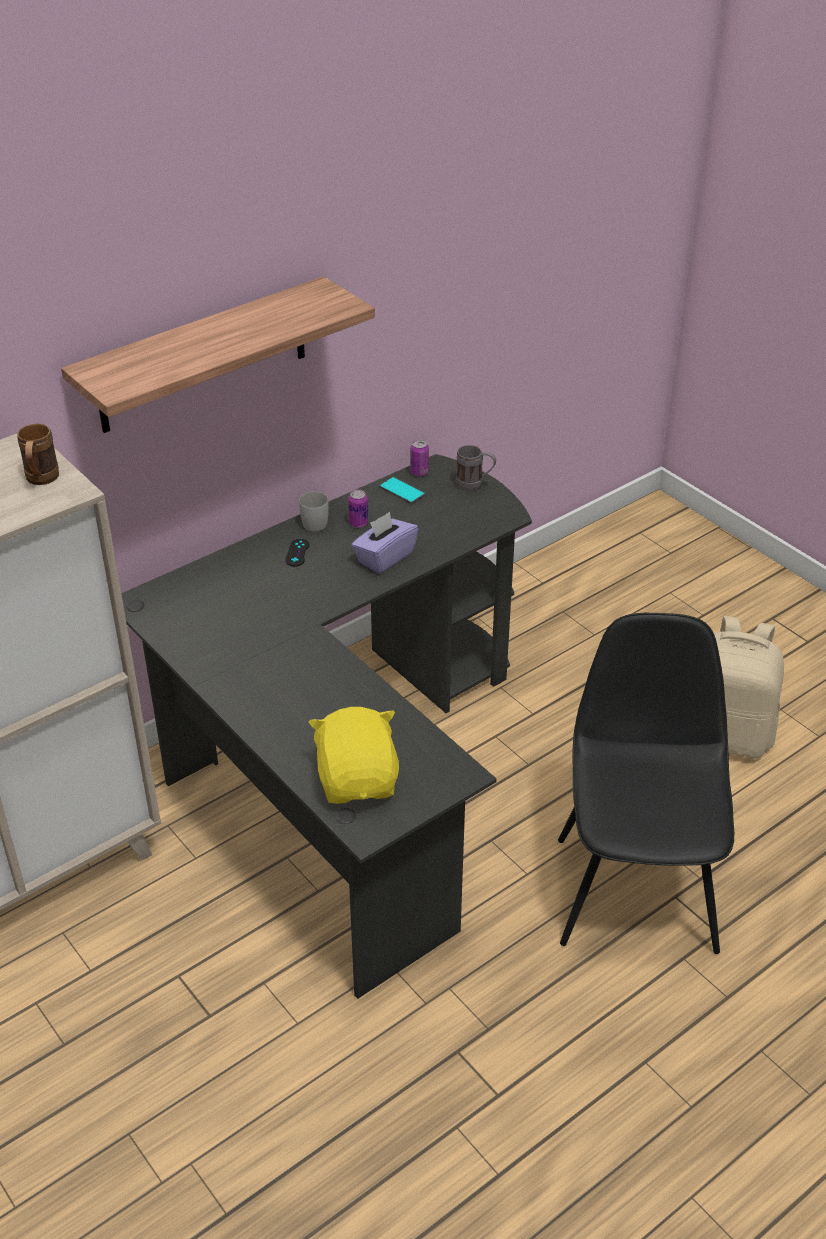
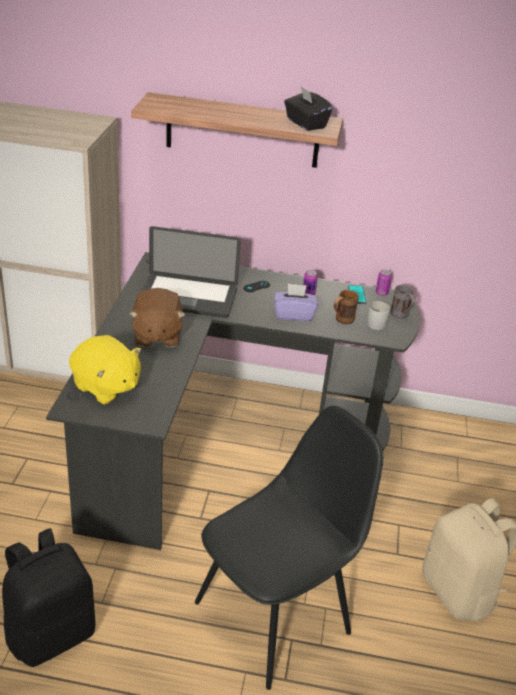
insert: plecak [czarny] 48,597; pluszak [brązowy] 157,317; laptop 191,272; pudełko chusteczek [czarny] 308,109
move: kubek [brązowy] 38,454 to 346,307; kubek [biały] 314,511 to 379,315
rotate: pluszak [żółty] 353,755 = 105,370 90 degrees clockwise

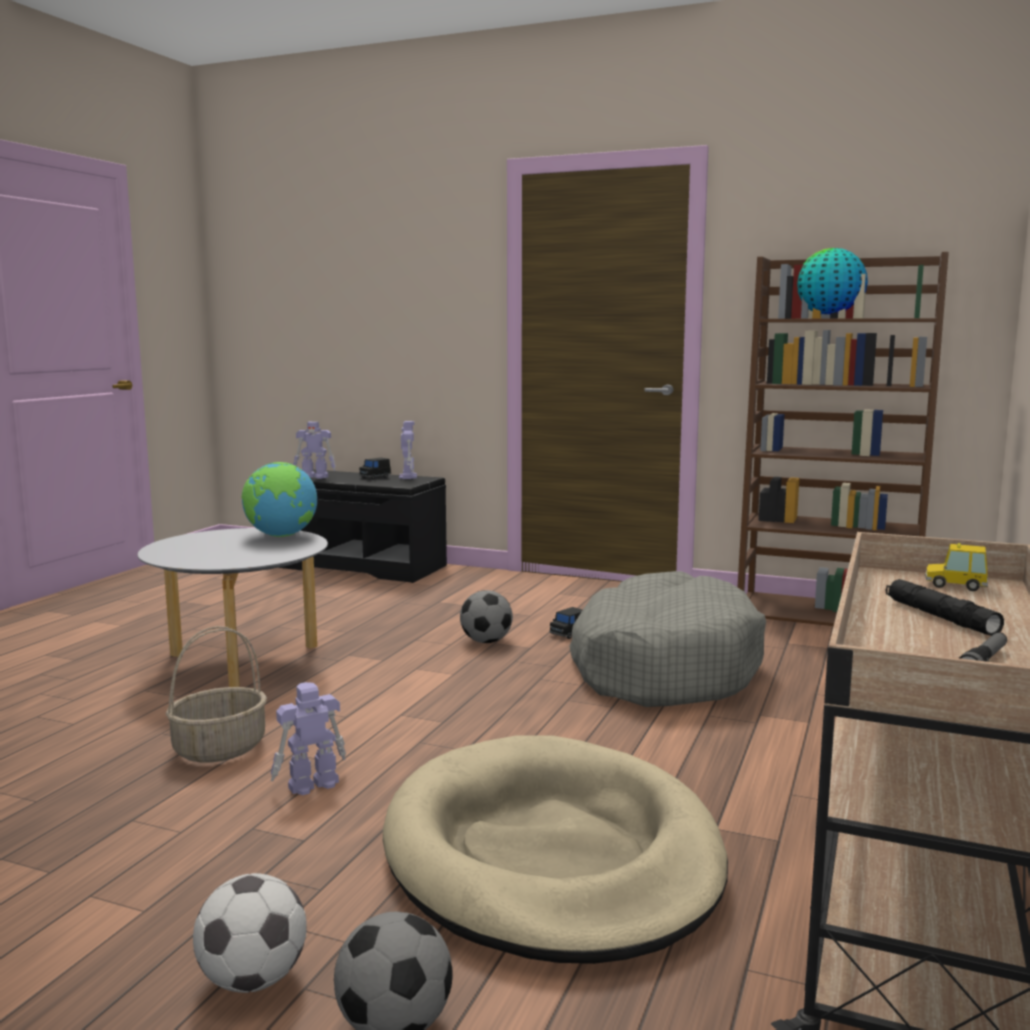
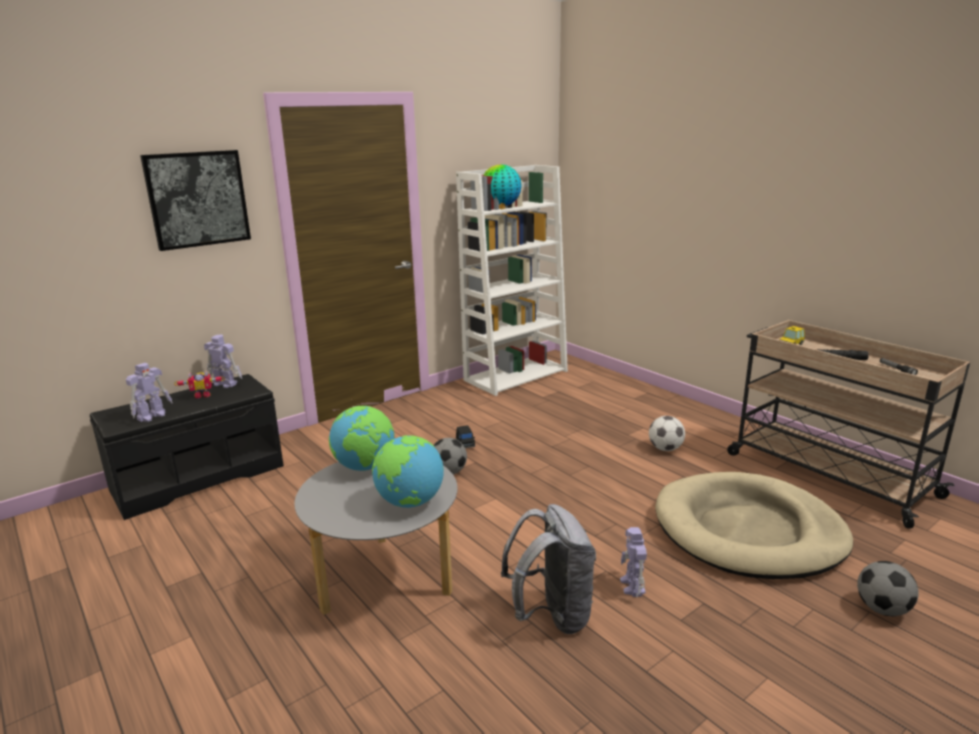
delete: legowisko [szary] 668,639
insert: obraz 195,200; globus 408,471
move: piłka futbolowa 250,933 to 667,433
replace: koszyk 216,694 to plecak [szary] 548,569; samochodzik [czarny] 375,469 to robot zabawkowy 199,384
recolor: regał [brązowy] 843,439 to regał [biały] 512,280

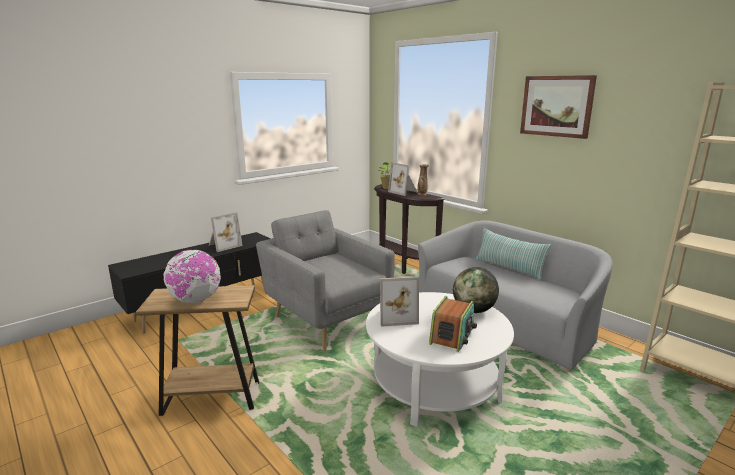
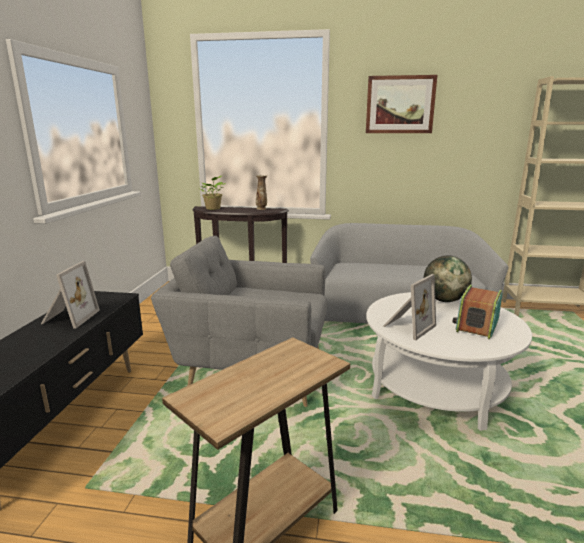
delete: globus 192,276; ramka na zdjęcie 402,179; poduszka 513,254
rotate: radio 453,324 = 477,312 135 degrees counterclockwise

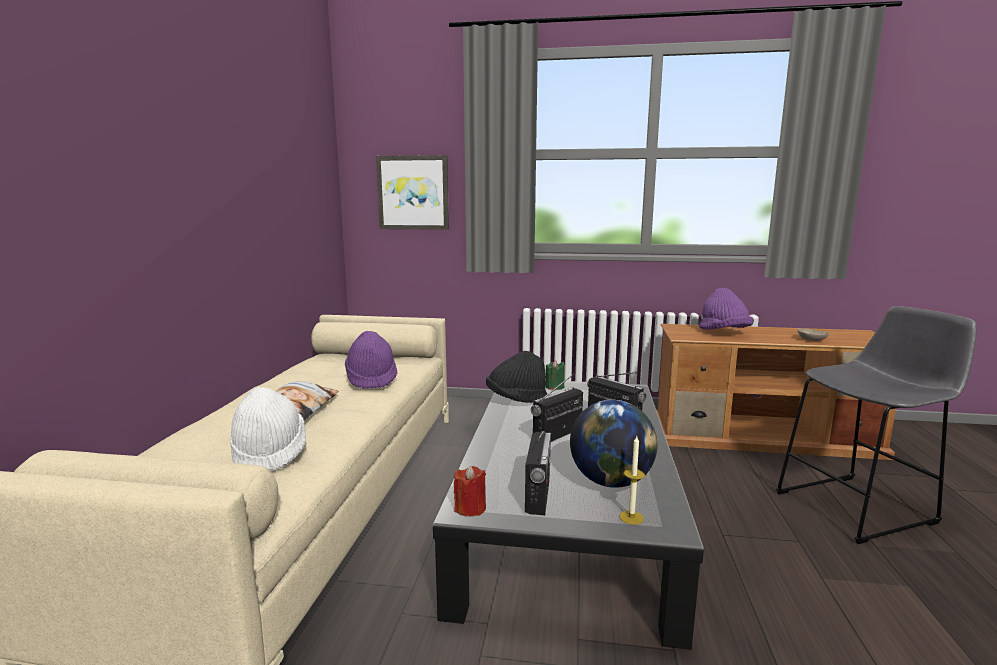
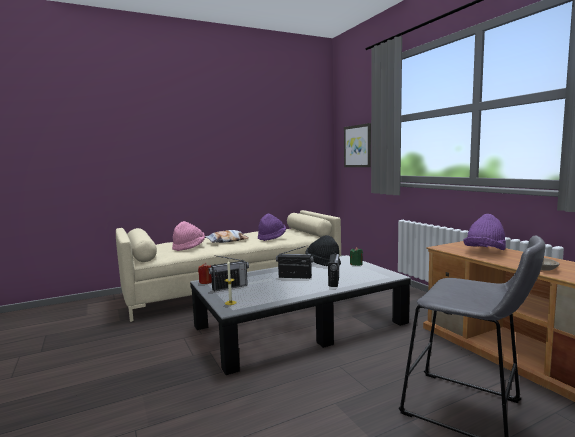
delete: globus 614,444
recolor: kapelusz [biały] 268,429 to kapelusz [różowy] 188,236

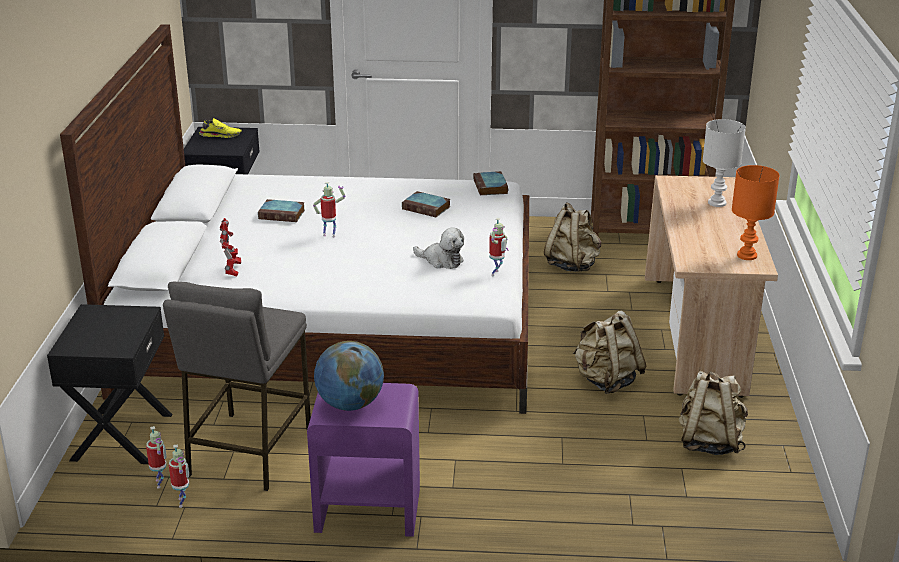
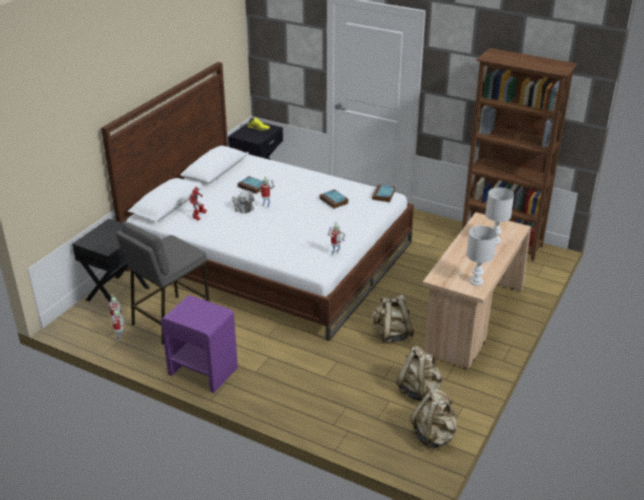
delete: globus 349,376
move: pluszak 438,248 to 243,201; plecak [beżowy] 572,237 to 433,419
recolor: lampa stołowa [pomarańczowy] 756,212 to lampa stołowa [biały] 481,255

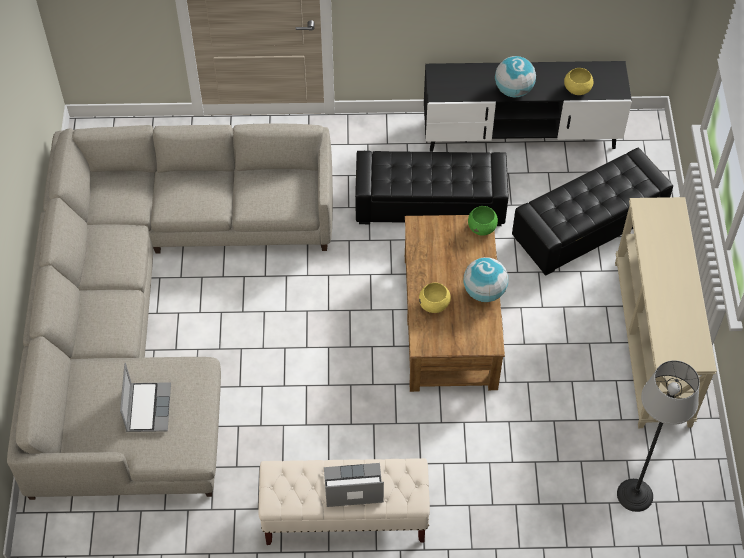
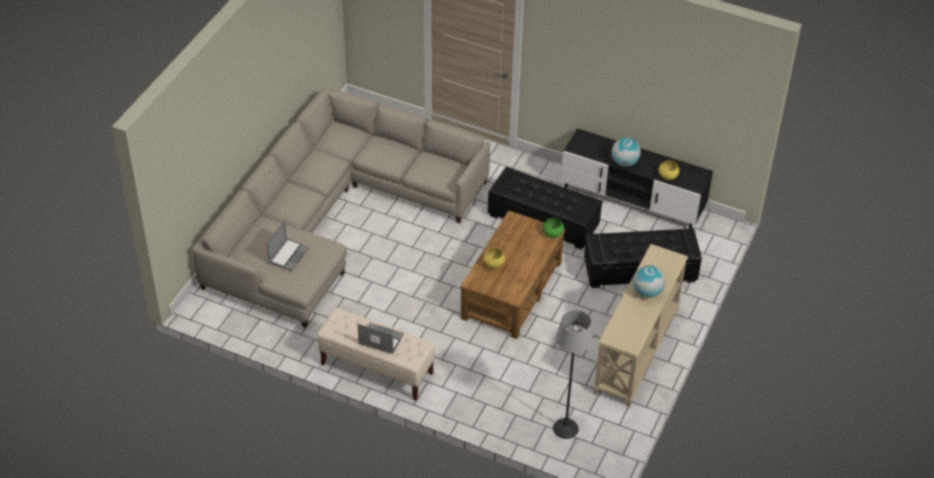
move: globus 485,279 to 649,281

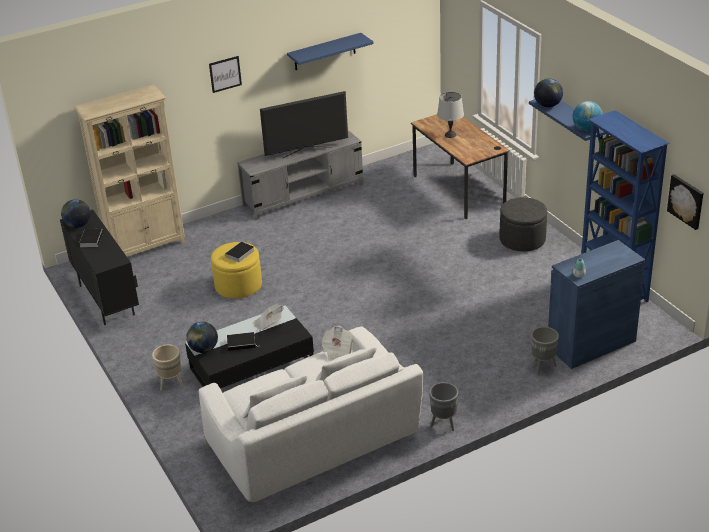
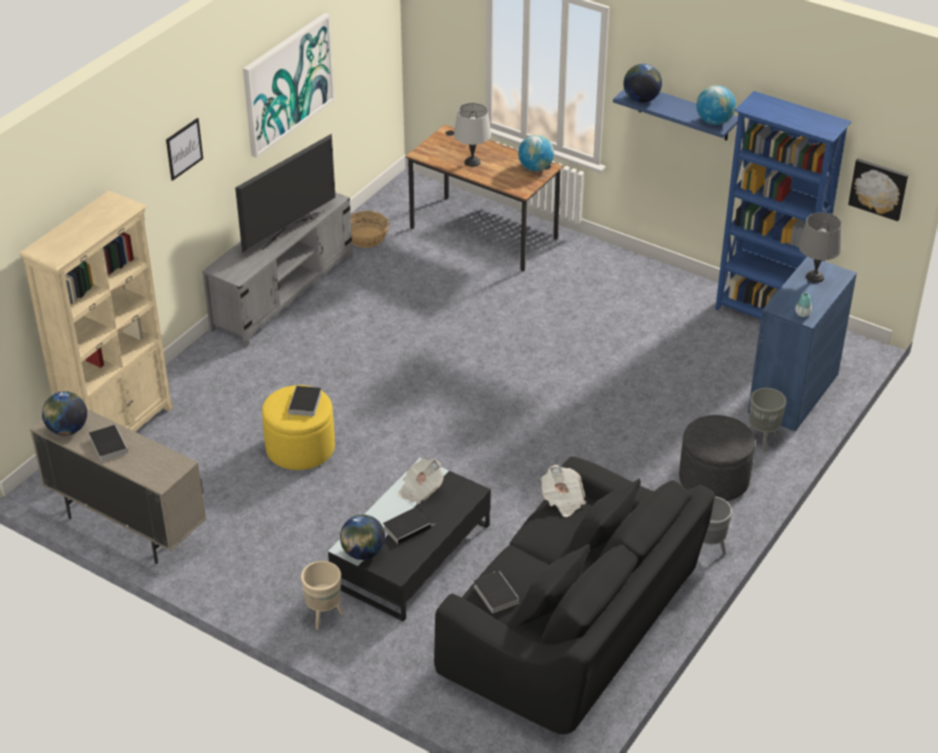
insert: koszyk 370,229; książka 496,592; globus 536,153; lampa stołowa [szary] 820,247
move: pufa [szary] 523,224 to 717,458
replace: półka [niebieski] 330,51 to obraz 289,85
recolor: szafka [czarny] 99,267 to szafka [beżowy] 118,486; kanapa [biały] 311,414 to kanapa [czarny] 574,595

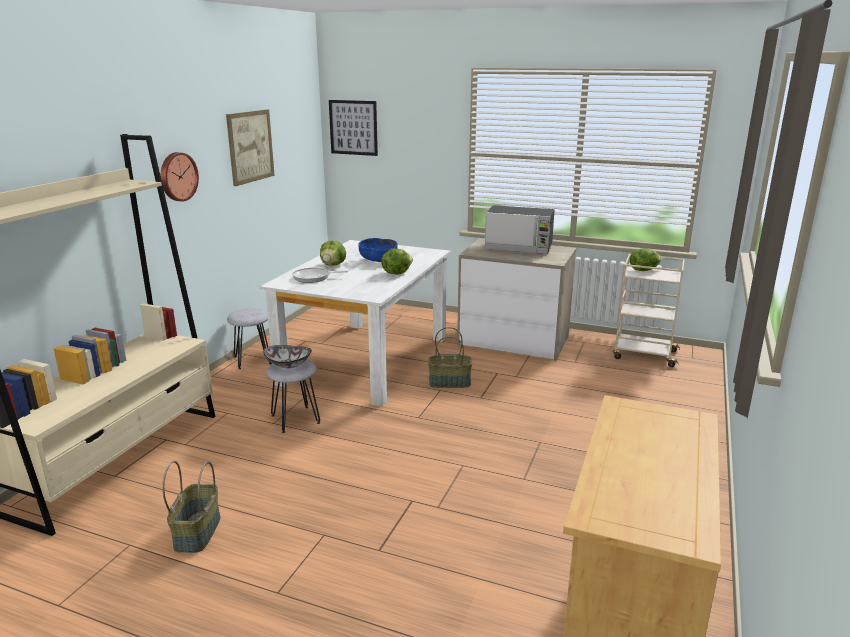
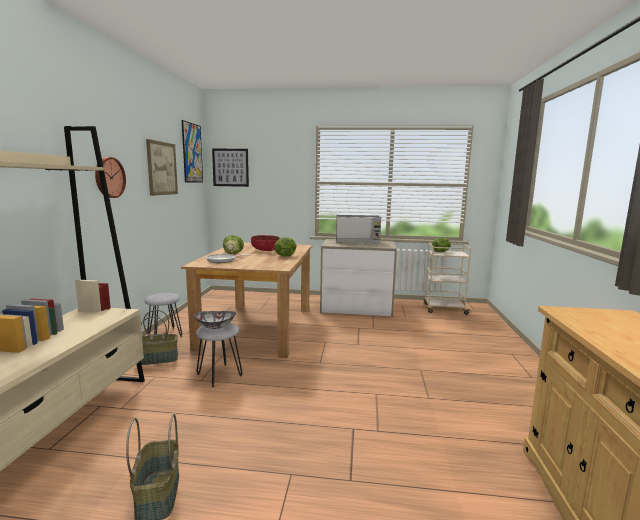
insert: obraz 192,151
move: koszyk 450,357 to 159,337
recolor: stół jadalny [biały] 355,323 to stół jadalny [brązowy] 247,300; miska [niebieski] 378,250 to miska [czerwony] 265,243

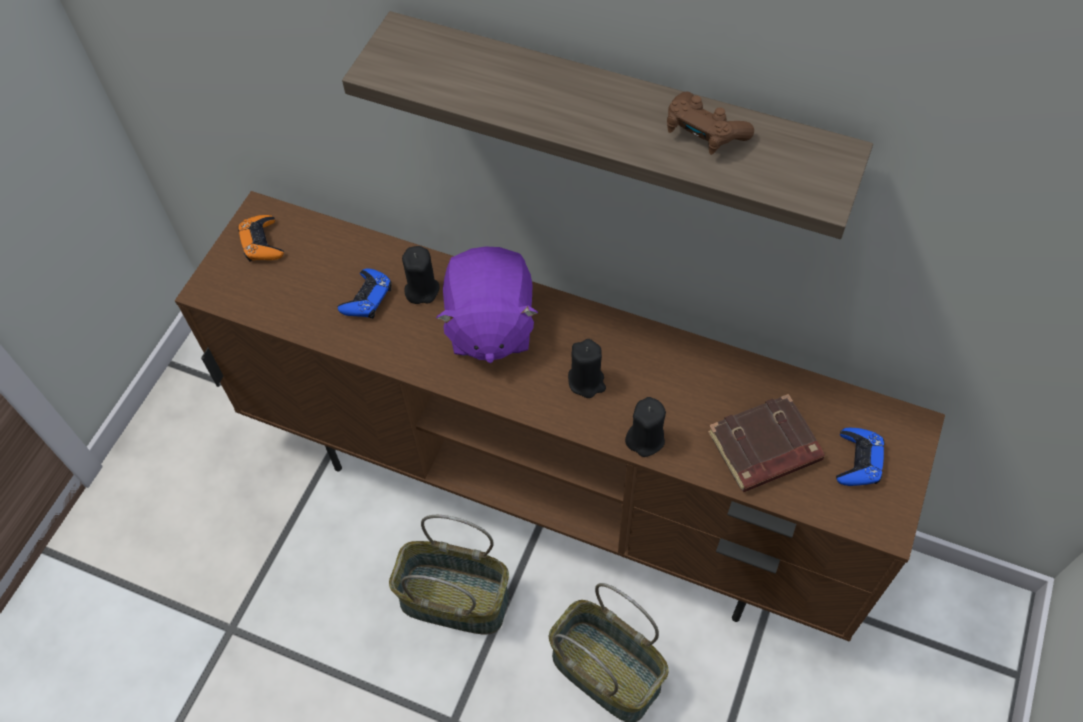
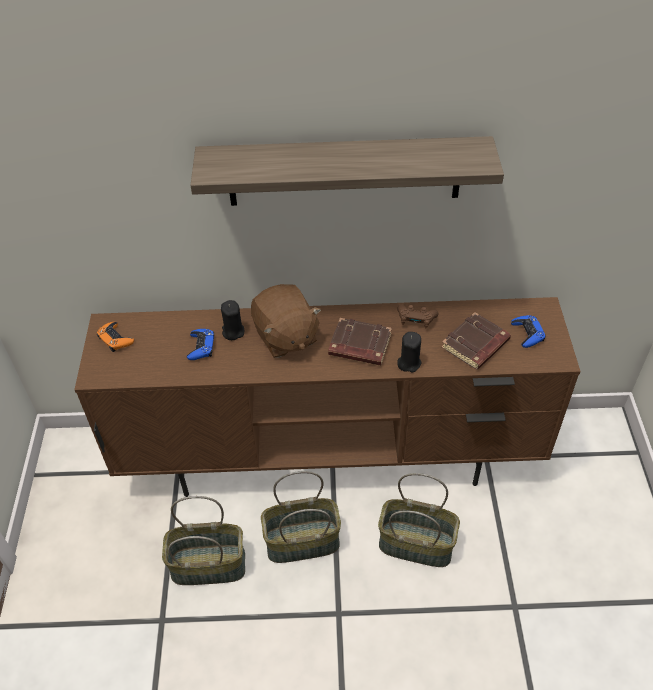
insert: koszyk 203,540
move: pad do gier [brązowy] 710,123 to 417,316
replace: świeca [czarny] 587,368 to książka [brązowy] 360,342
recolor: pluszak [fioletowy] 487,305 to pluszak [brązowy] 286,321

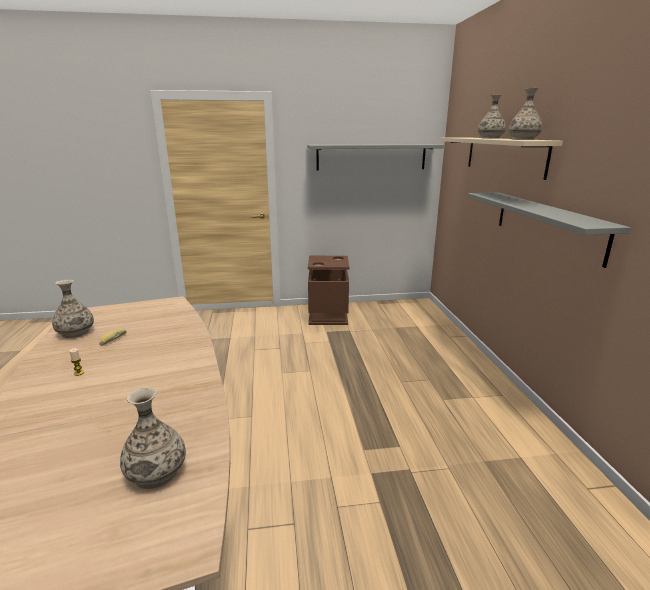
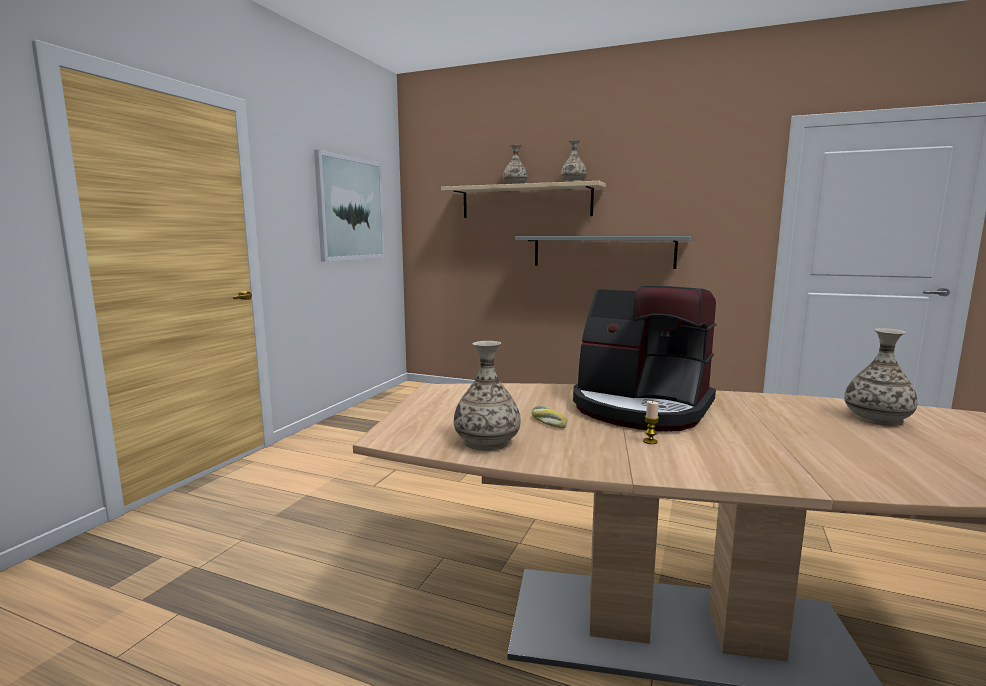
delete: kosz na śmieci [brązowy] 328,290
insert: ekspres do kawy 644,359
replace: półka [szary] 375,157 to obraz 349,206

